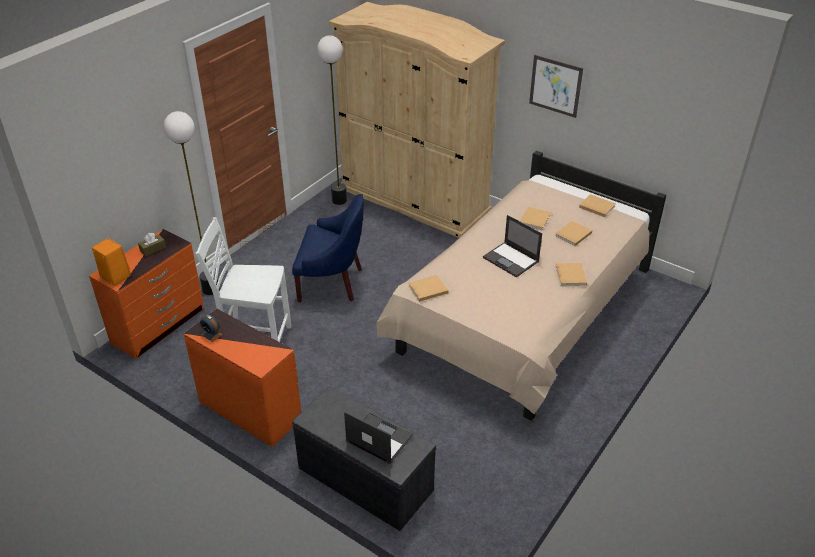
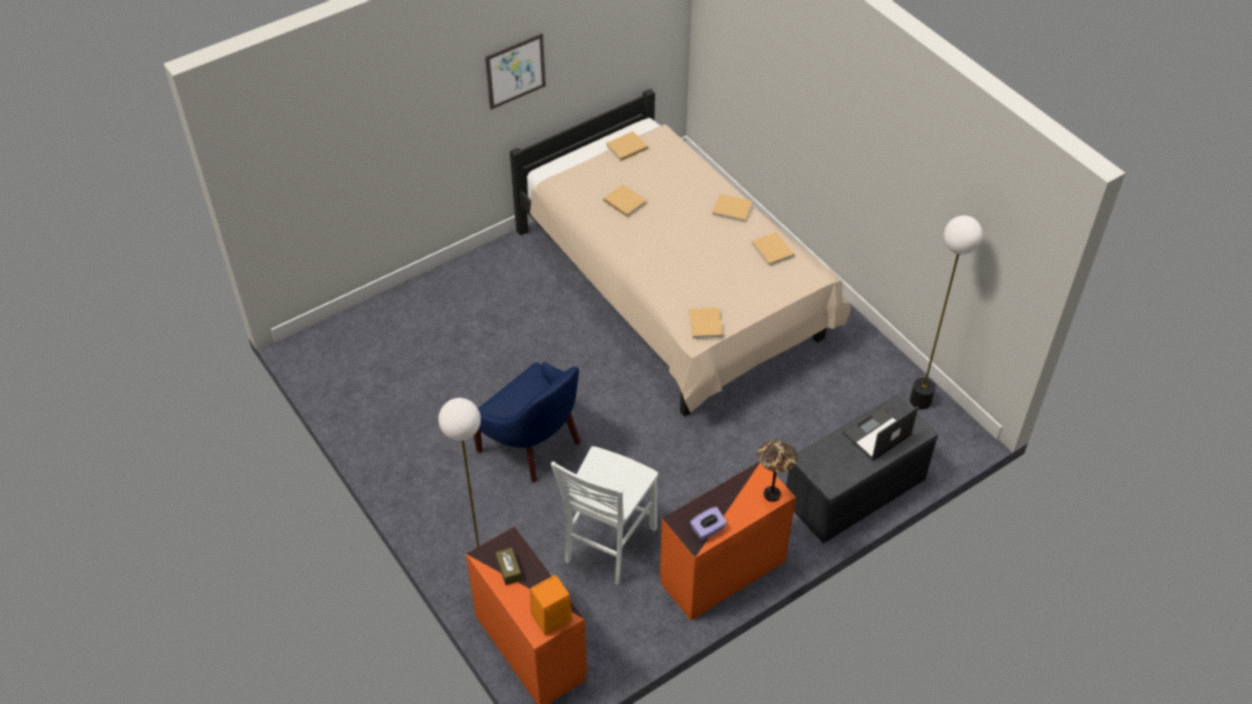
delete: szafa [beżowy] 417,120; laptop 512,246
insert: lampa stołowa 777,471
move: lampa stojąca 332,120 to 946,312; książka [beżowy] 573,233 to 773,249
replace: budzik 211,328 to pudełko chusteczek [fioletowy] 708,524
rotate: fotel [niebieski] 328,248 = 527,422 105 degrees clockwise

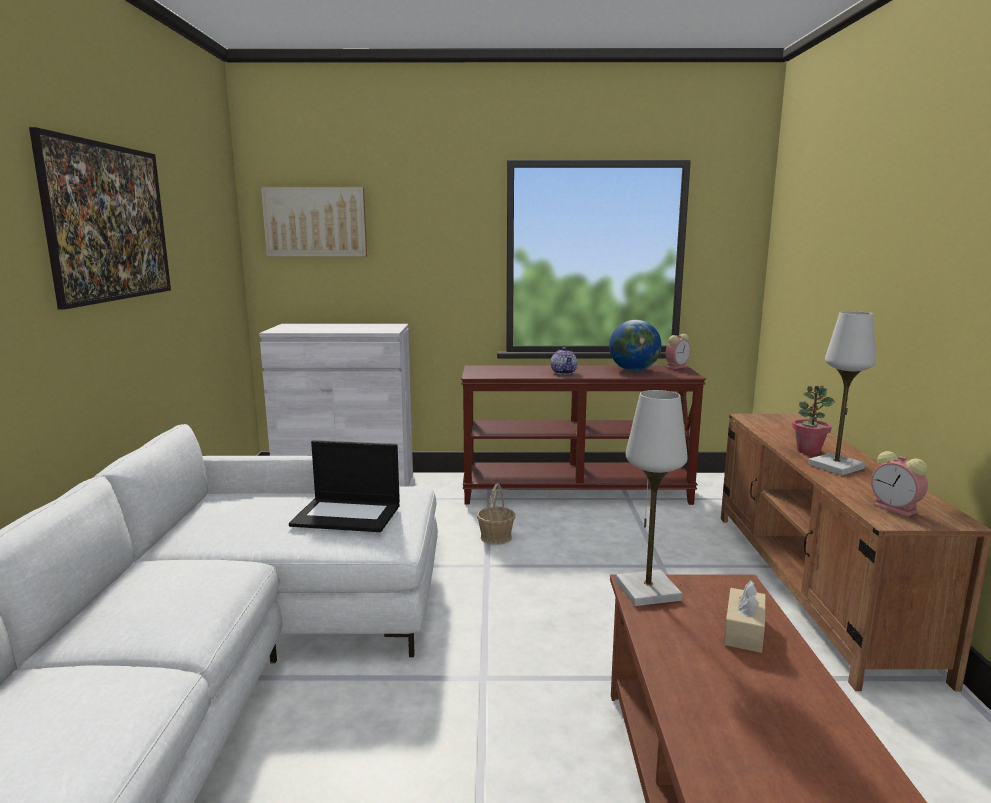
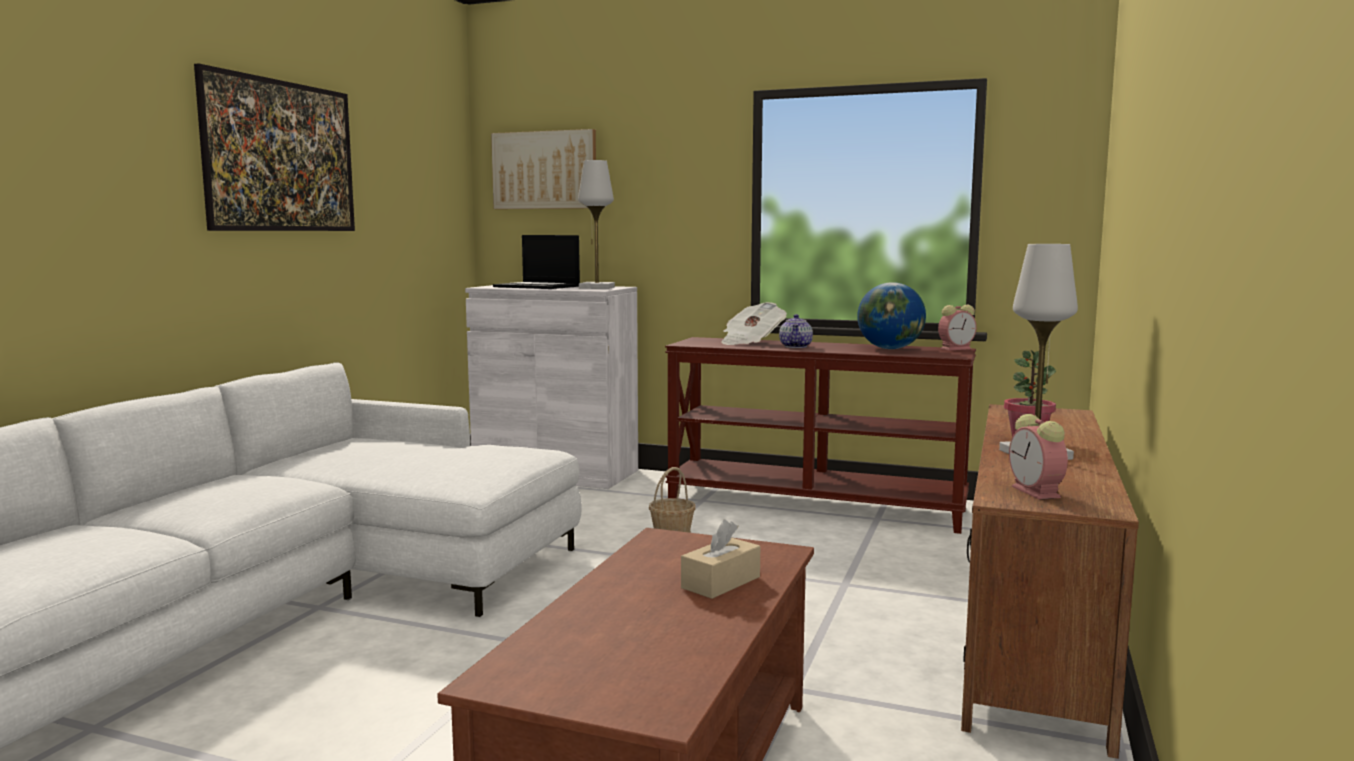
insert: gazeta 754,323
move: laptop 344,486 to 536,262; lampa stołowa [biały] 652,498 to 596,224

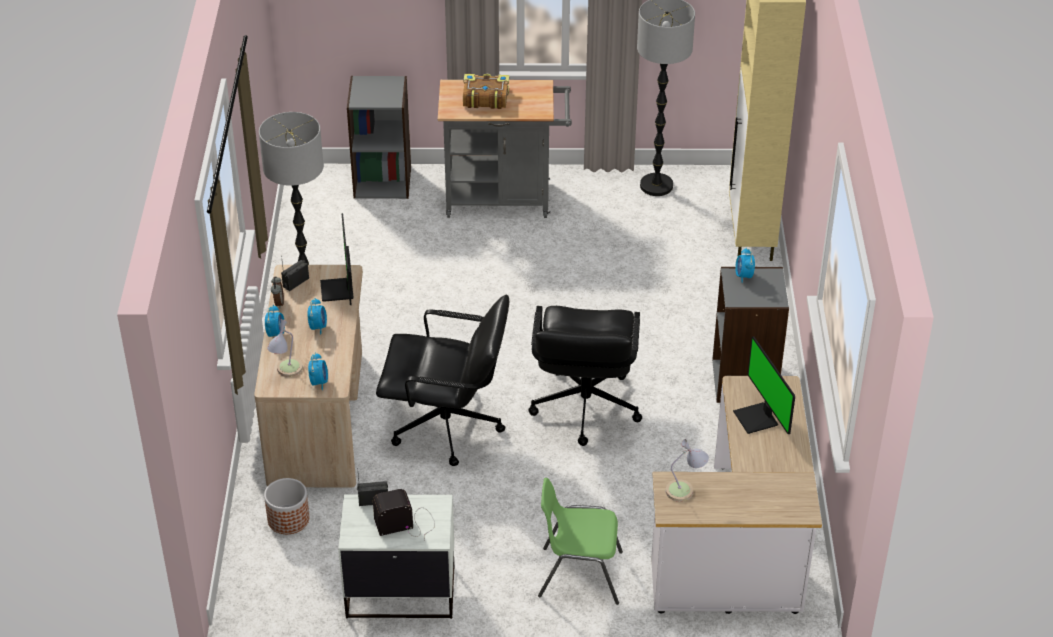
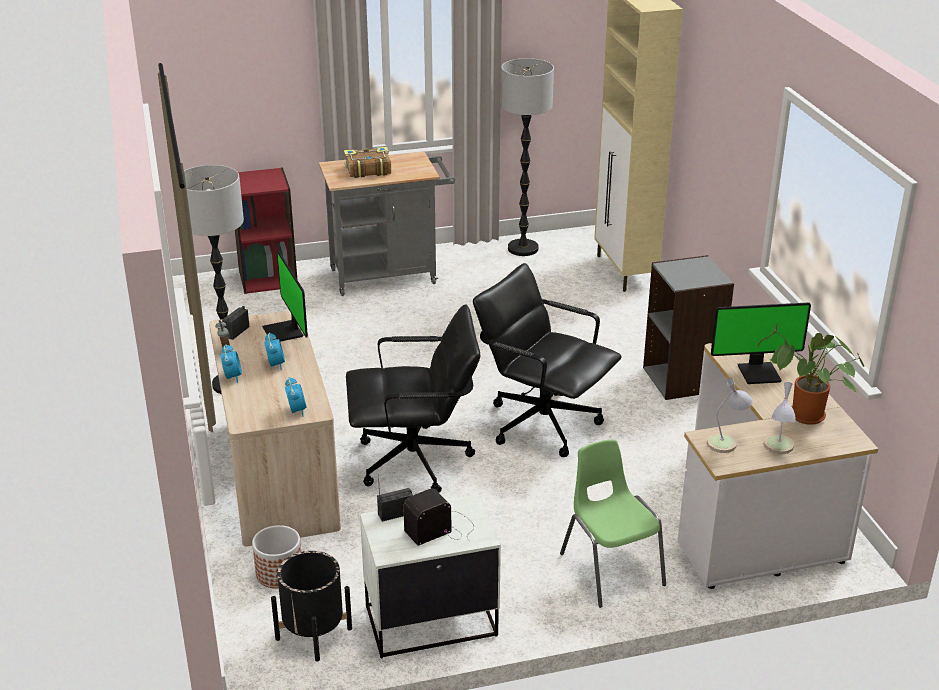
delete: budzik 745,265
insert: donica [czarny] 311,606; roślina doniczkowa 811,374
move: lampa stołowa 285,348 to 780,418
recolor: regał [szary] 379,137 to regał [czerwony] 266,230
rotate: krzesło biurowe [czarny] 585,376 = 547,360 135 degrees clockwise; krzesło [zielony] 580,541 = 613,523 75 degrees clockwise; monitor 764,385 = 761,343 60 degrees counterclockwise

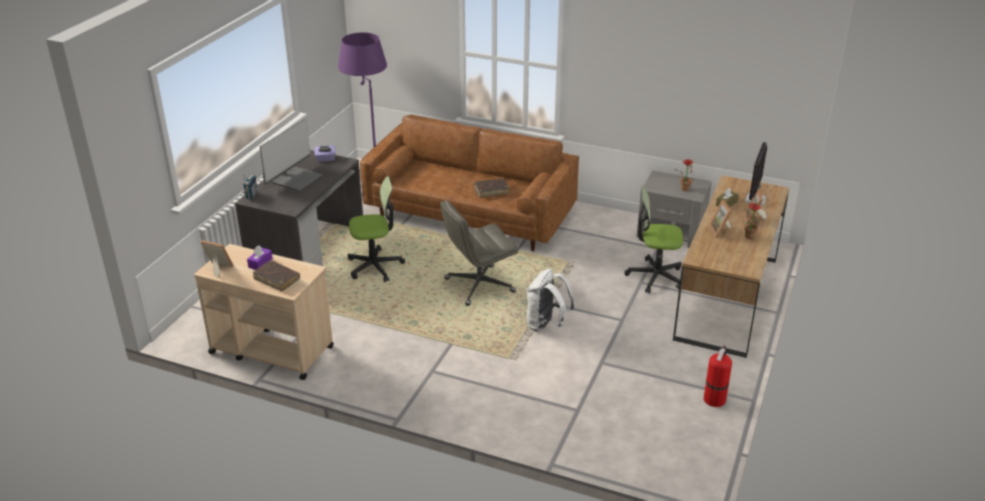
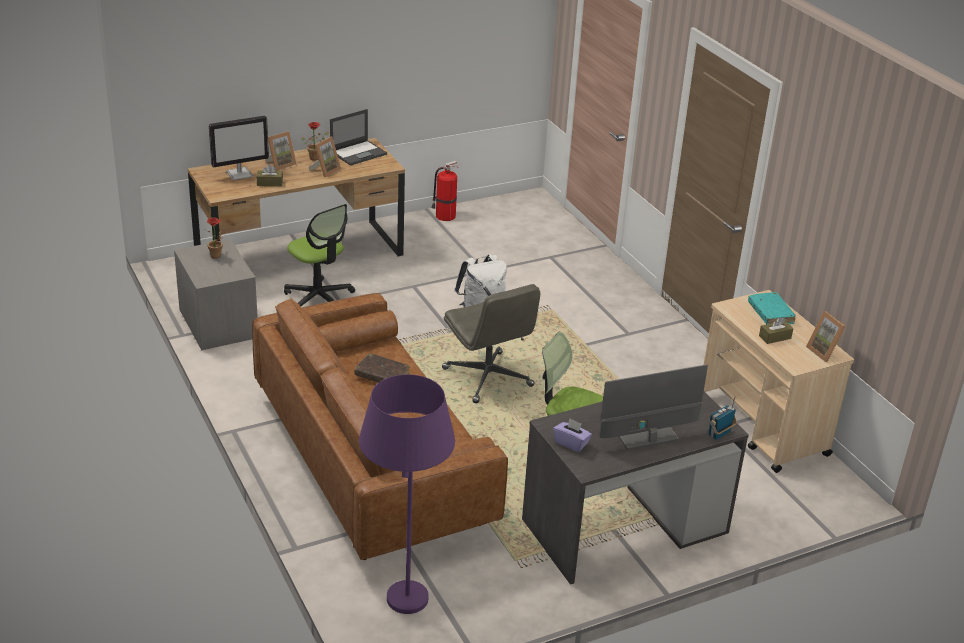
insert: laptop 358,137
recolor: pudełko chusteczek [fioletowy] 260,258 to pudełko chusteczek [brązowy] 776,330; książka [brązowy] 276,275 to książka [turkusowy] 772,308
rotate: krzesło biurowe [szary] 479,253 = 491,343 45 degrees clockwise

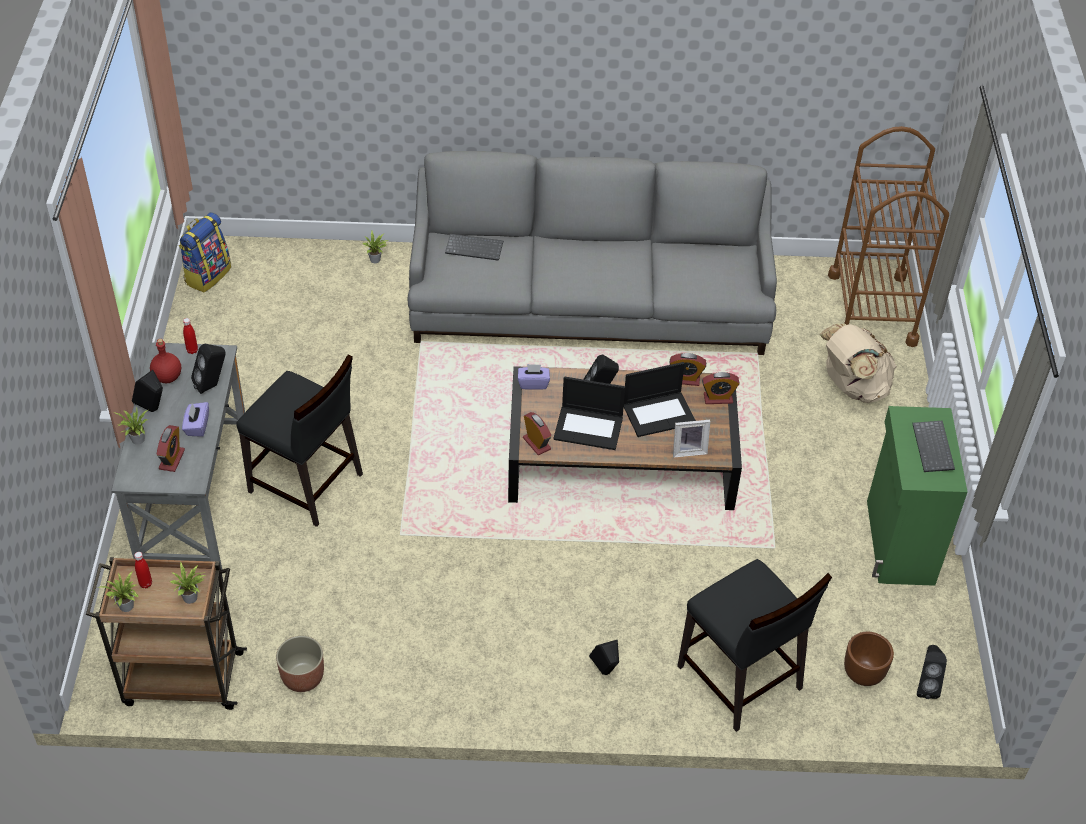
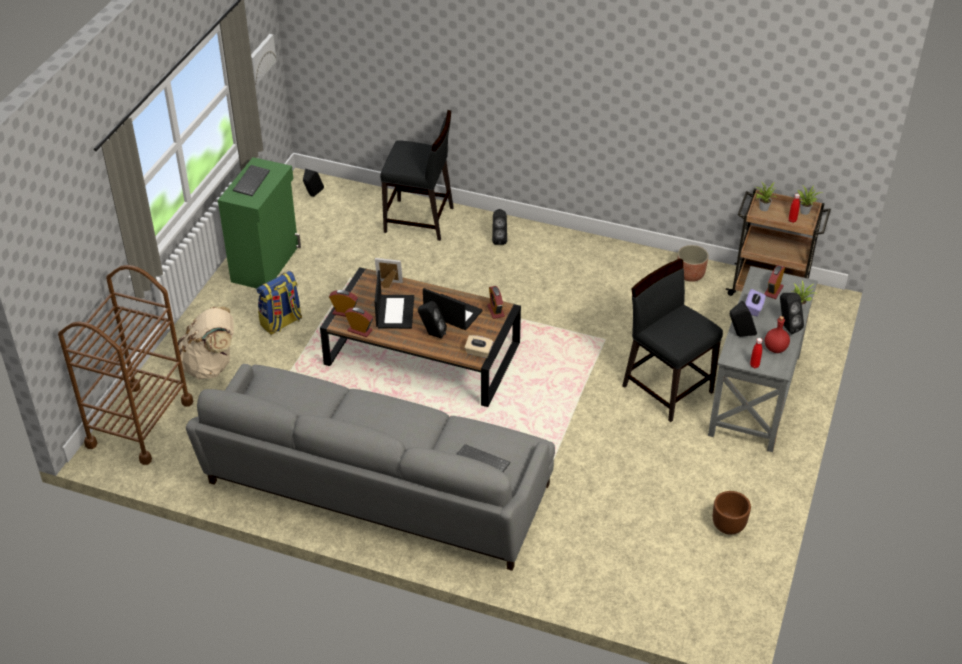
delete: roślina doniczkowa 375,246
insert: obraz 263,59
move: plecak 205,252 to 279,303; donica [brązowy] 869,659 to 732,513
recolor: pudełko chusteczek [fioletowy] 534,377 to pudełko chusteczek [beżowy] 478,346
rotate: laptop 660,399 = 394,299 90 degrees clockwise; krzesło [czarny] 754,645 = 417,175 120 degrees clockwise

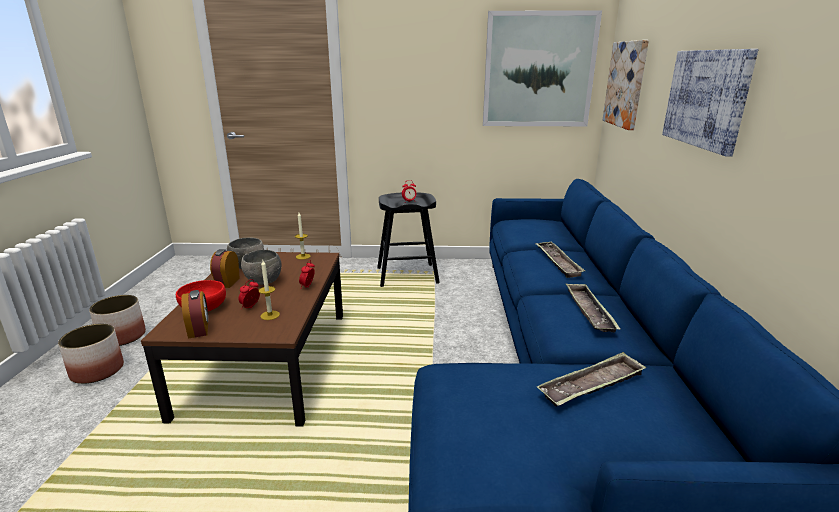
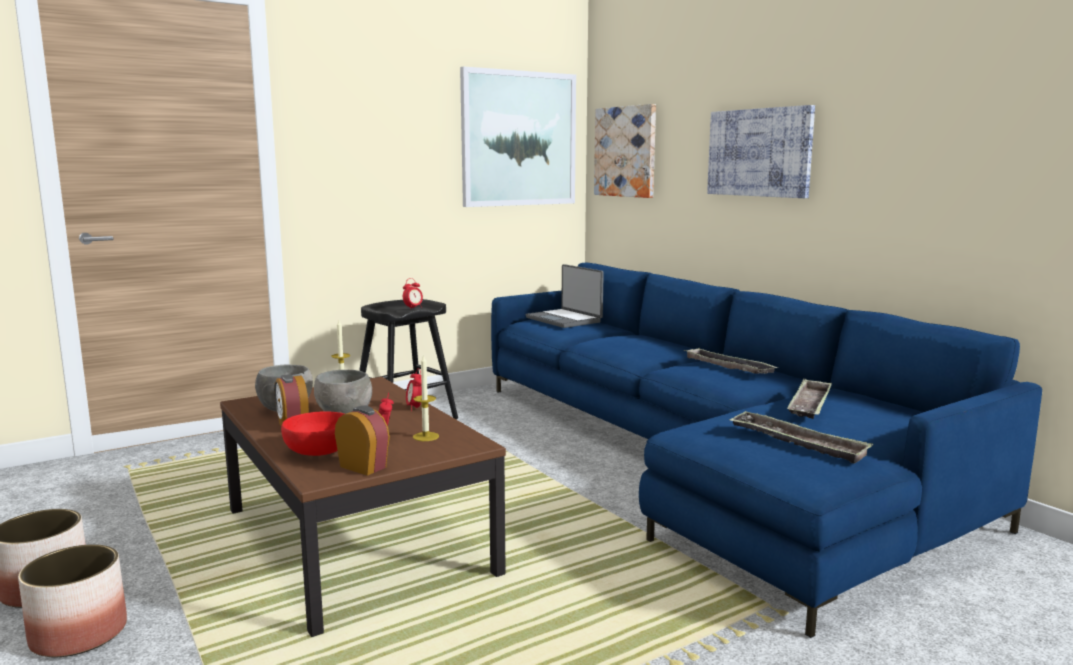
insert: laptop 564,296
move: taca 560,260 to 801,437

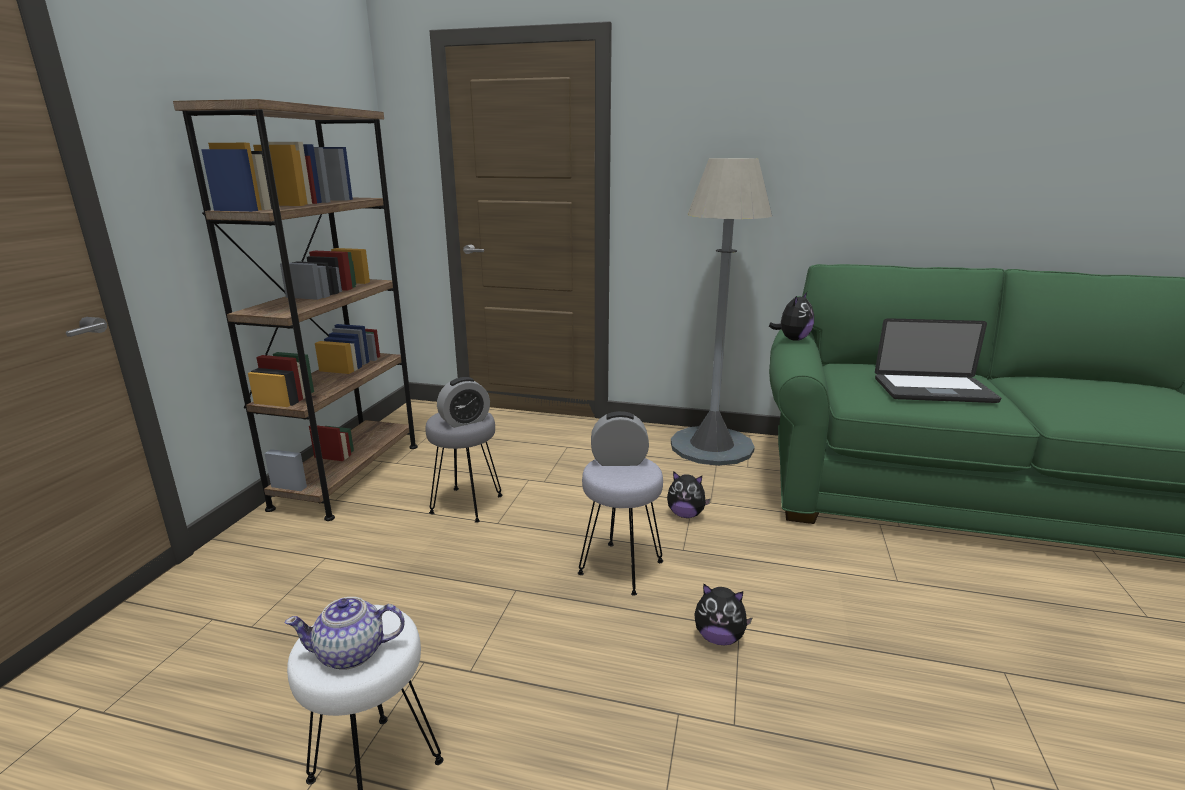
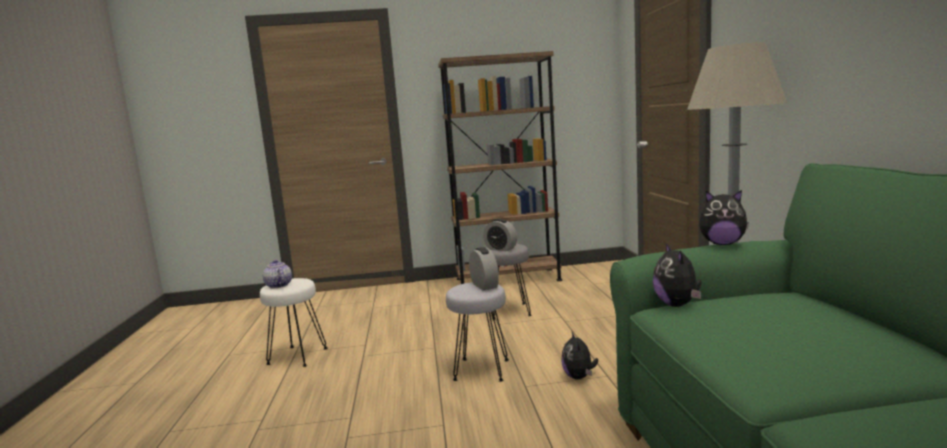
delete: laptop 938,360
move: pluszak 723,614 to 677,275

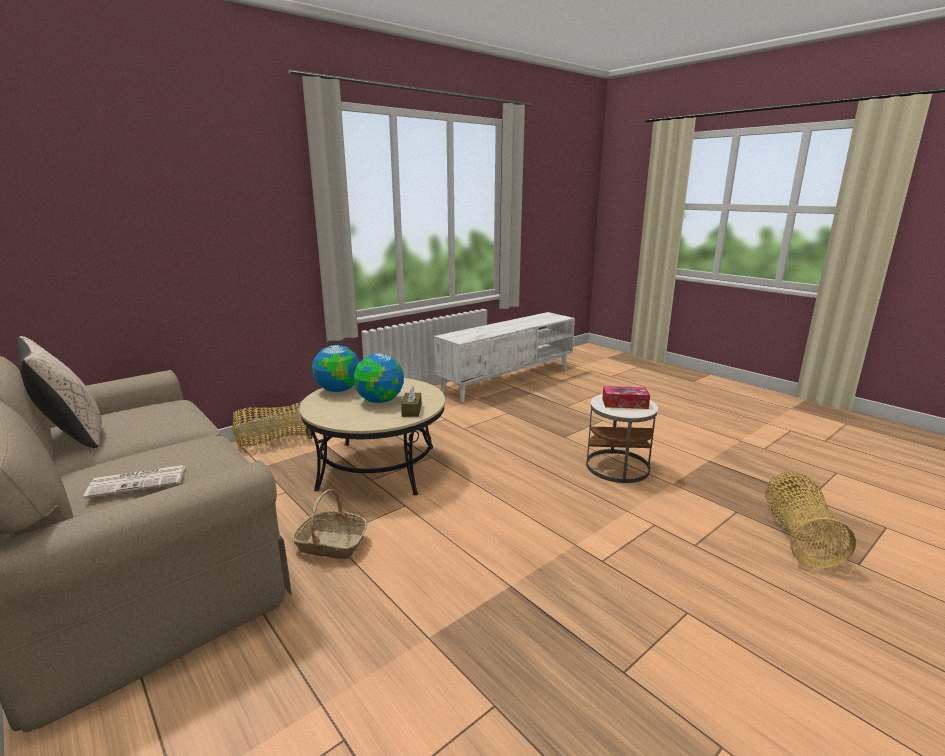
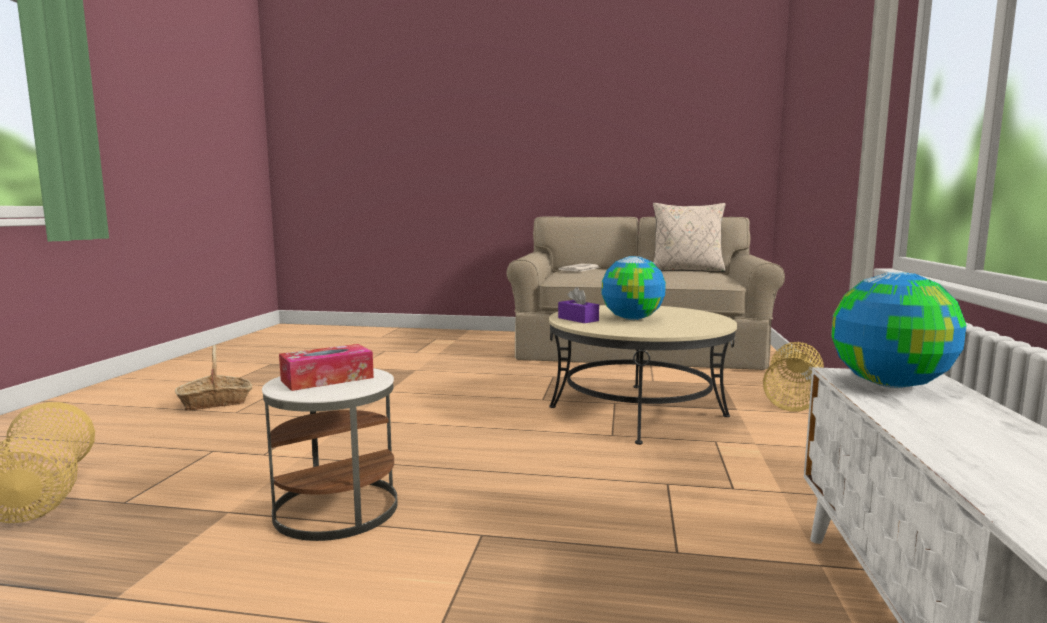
move: koszyk 329,524 to 213,378; globus 336,368 to 899,330
recolor: pudełko chusteczek [brązowy] 411,401 to pudełko chusteczek [fioletowy] 578,305

